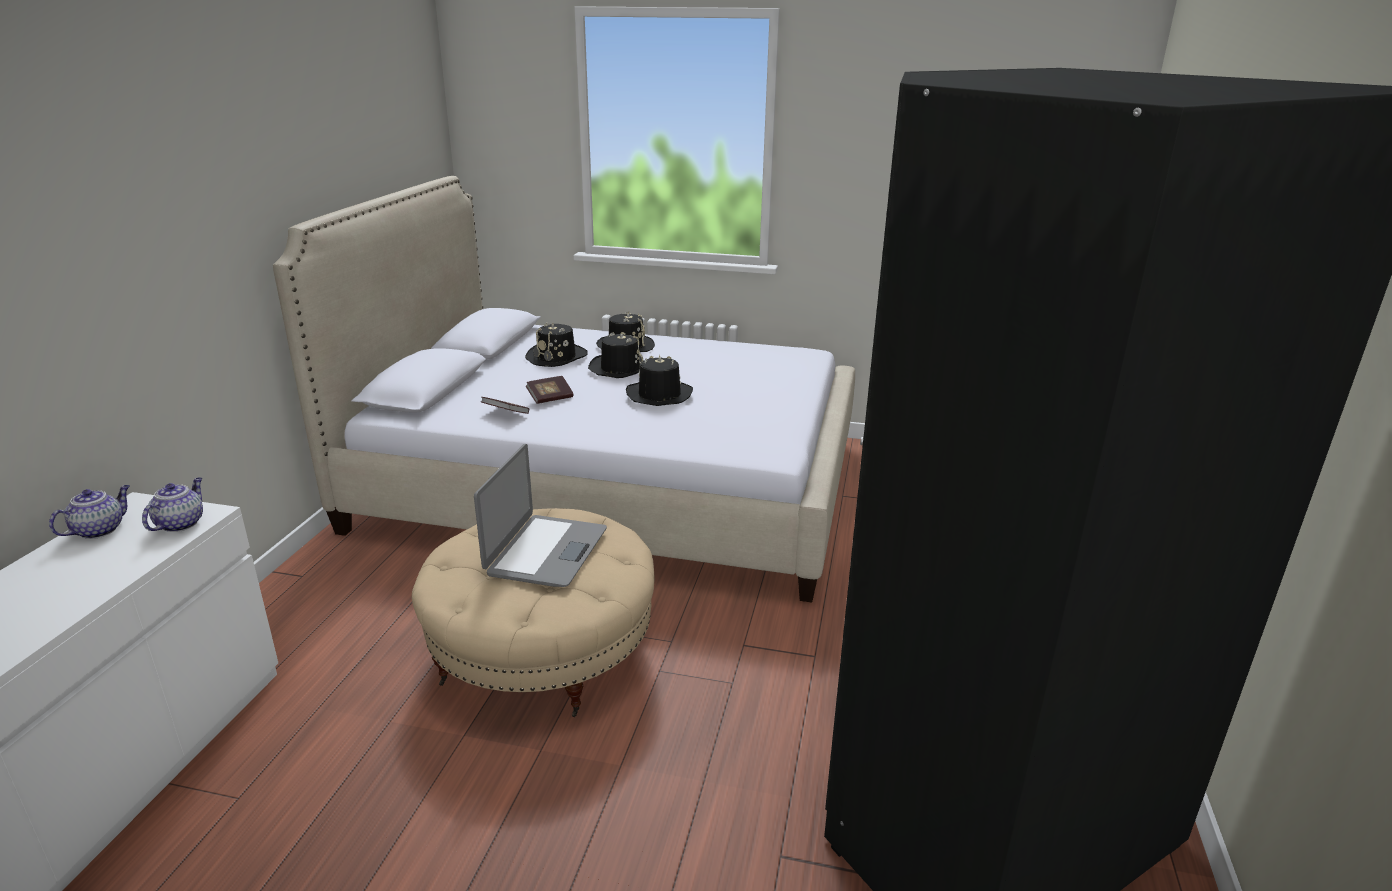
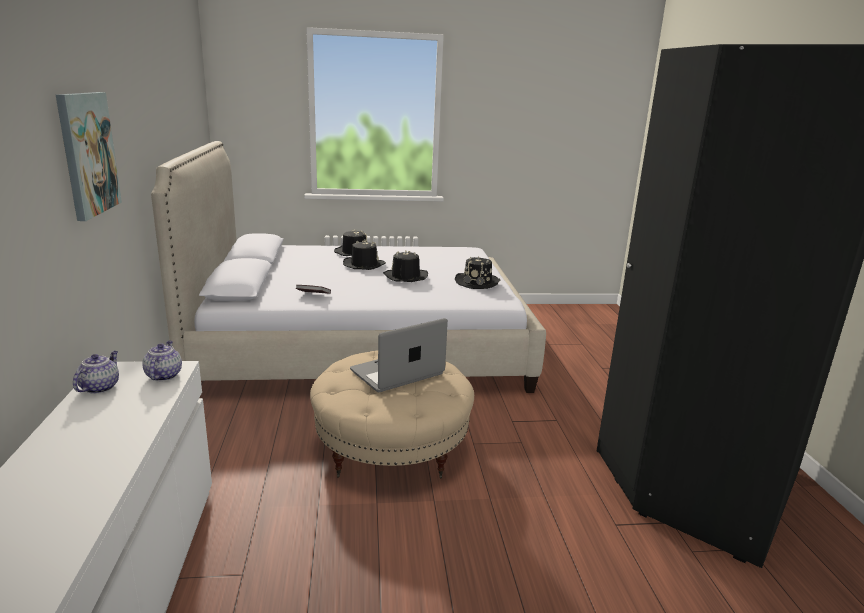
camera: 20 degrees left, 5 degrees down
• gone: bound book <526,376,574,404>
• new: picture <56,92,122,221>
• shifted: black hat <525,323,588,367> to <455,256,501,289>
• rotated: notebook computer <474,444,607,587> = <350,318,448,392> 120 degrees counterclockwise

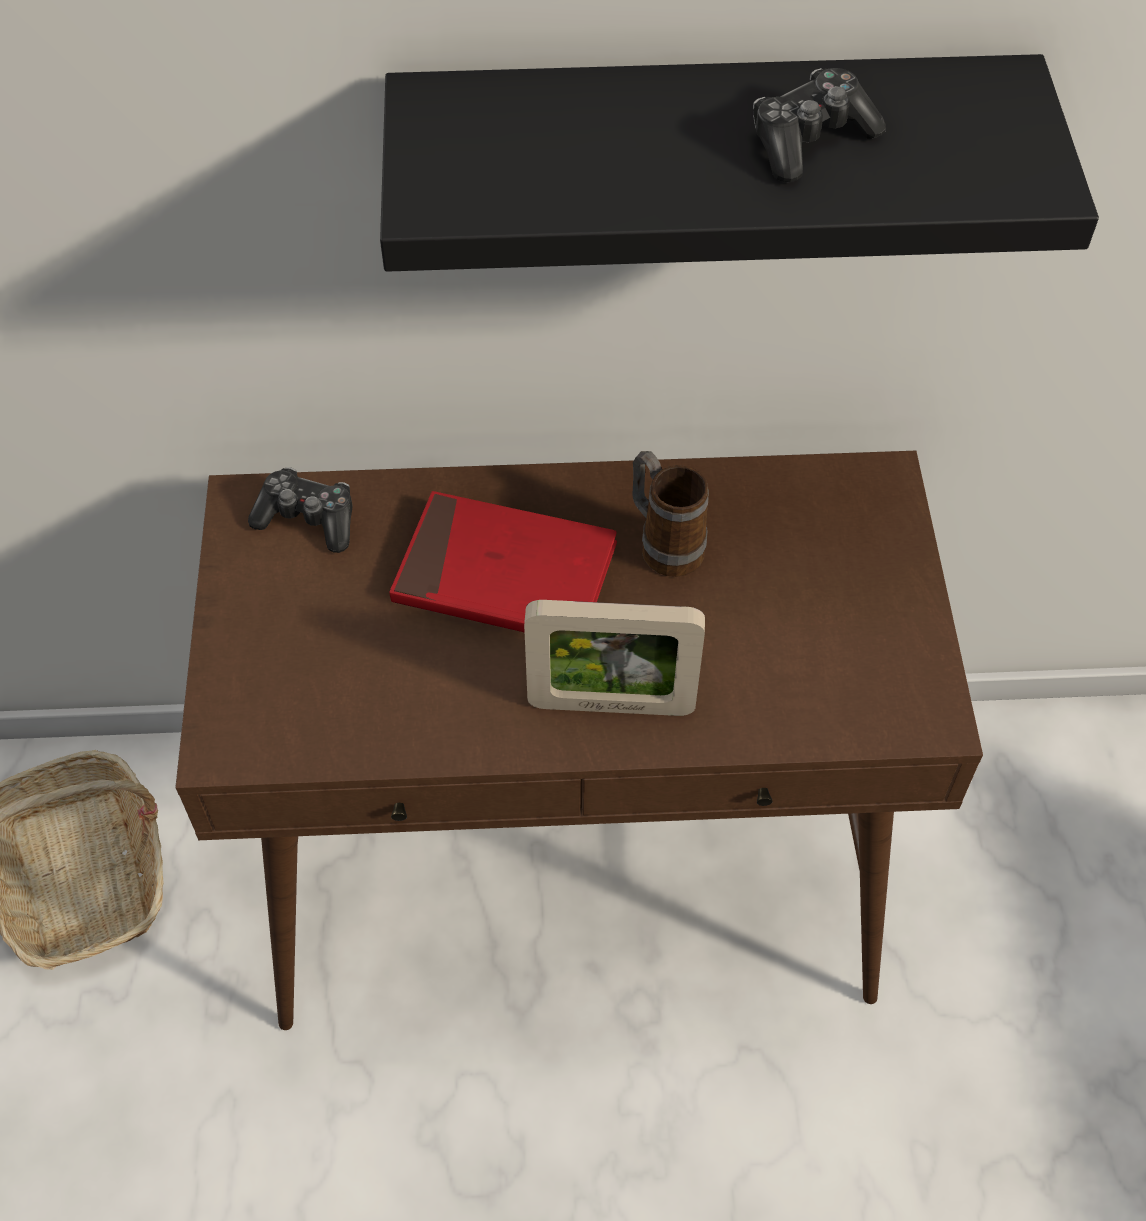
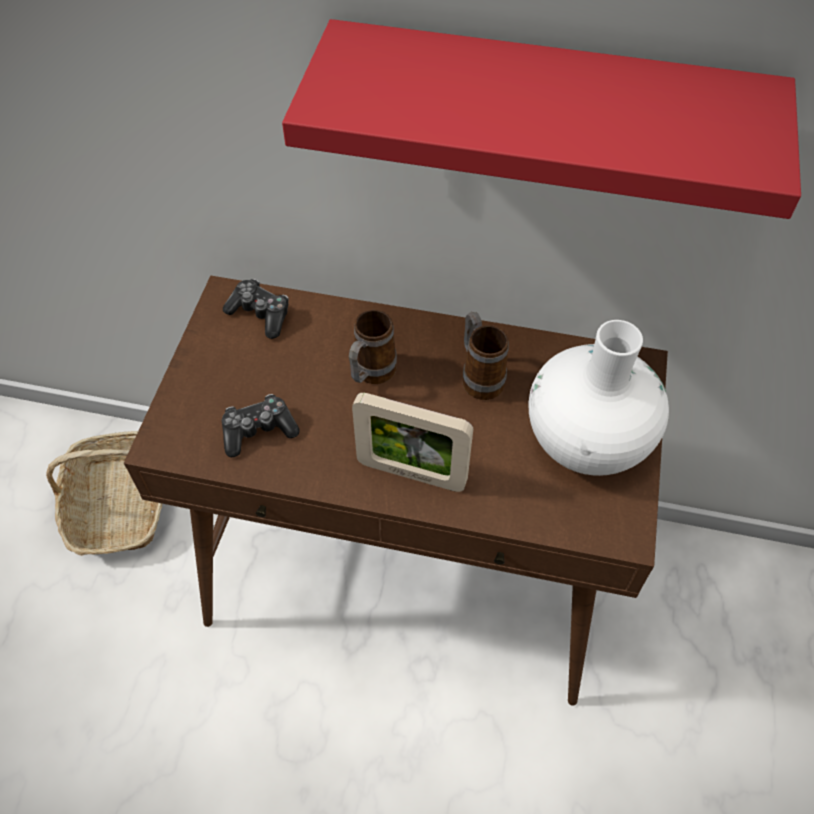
camera: 15 degrees right, 0 degrees up
• new: whitish decorative vase <529,320,669,476>
• shifted: game controller <753,68,886,182> to <222,394,299,458>
• swapped: reddish bound book <389,491,617,633> to mug <349,310,397,384>
• repainted: black wall shelf <380,54,1099,272> to reddish wall shelf <282,19,801,219>

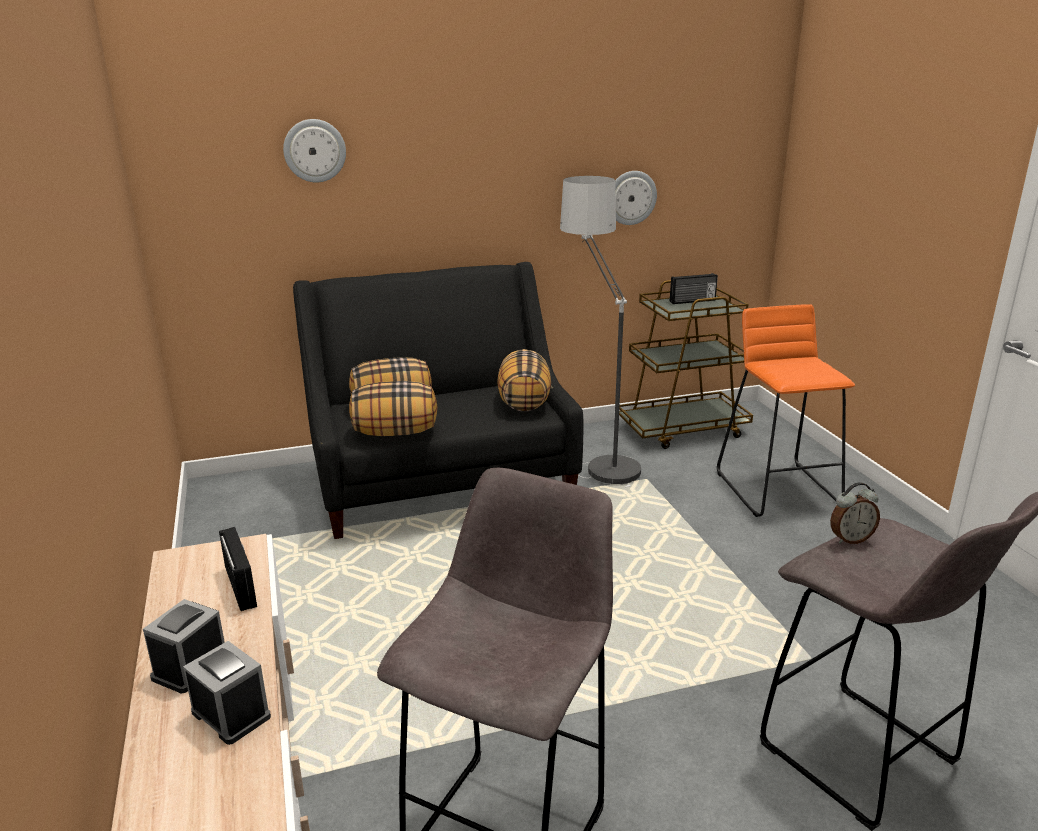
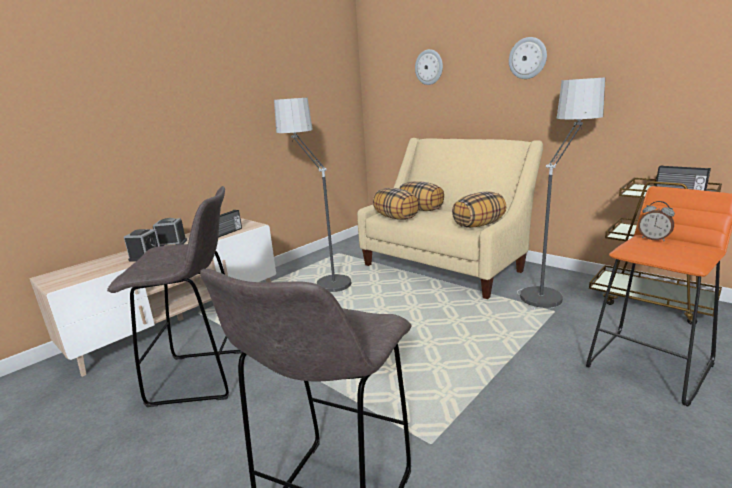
camera: 60 degrees right, 5 degrees down
• new: standing lamp <274,98,351,292>
• shifted: clock on the wall <615,171,657,225> to <509,37,547,79>
• shifted: table clock <830,482,880,544> to <638,201,675,241>
• repainted: black sofa <293,262,583,539> to sand-coloured sofa <357,138,543,299>

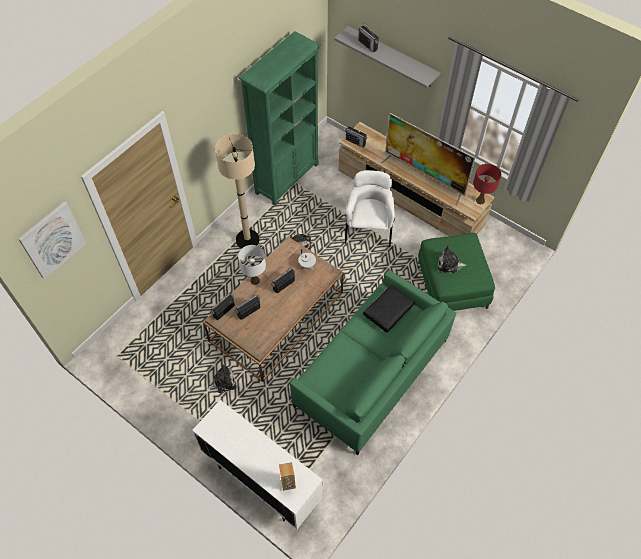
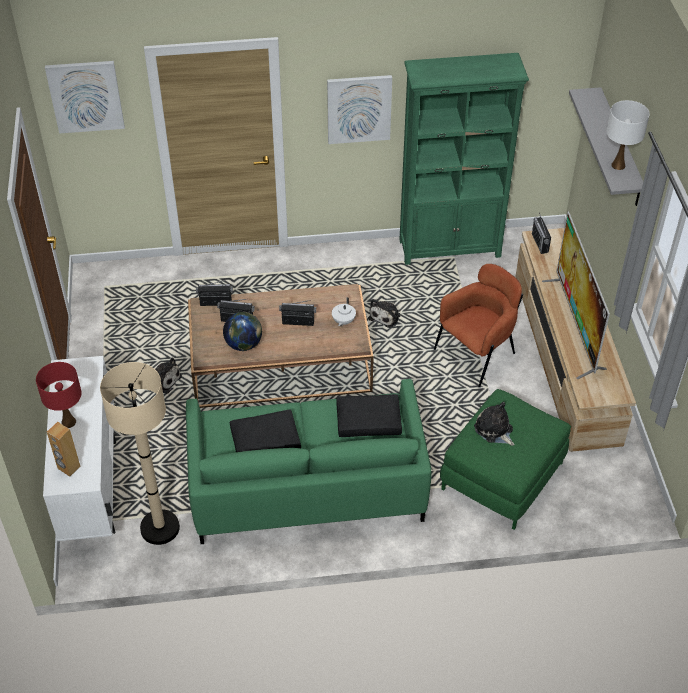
camera: 45 degrees right, 10 degrees down
• gone: radio set <358,25,379,53>
• new: desk globe <223,312,262,351>
• new: black throw pillow <230,409,301,452>
• new: picture <327,75,392,144>
• shifted: sand-coloured standing lamp <215,134,259,249> to <100,362,180,545>
• shifted: whitish lamp for a table <238,245,266,285> to <606,100,650,170>
• shifted: reddish lamp for a table <473,164,501,204> to <36,362,82,428>
• repainted: whitish armchair <345,170,395,247> to brown-coloured armchair <434,264,523,388>

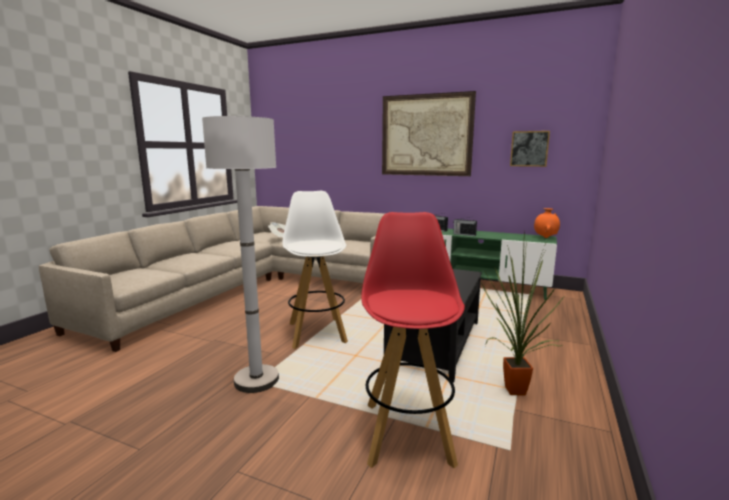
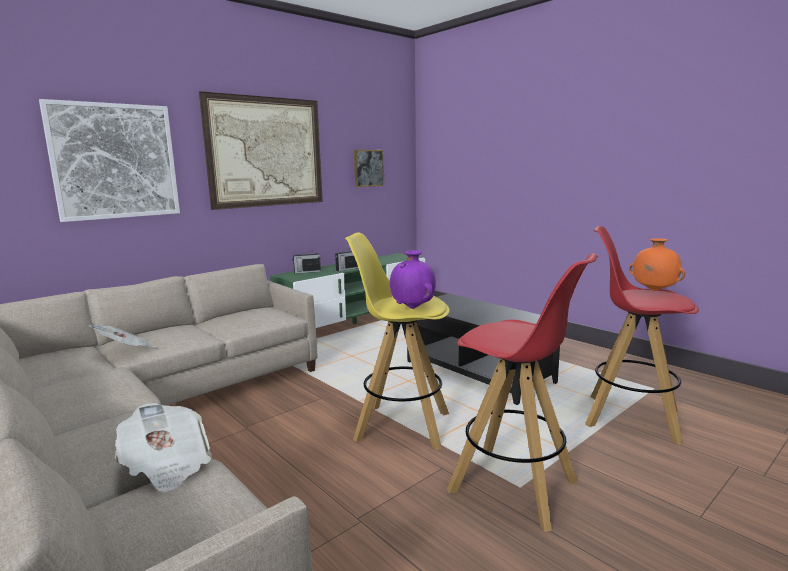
camera: 65 degrees left, 0 degrees up
• gone: houseplant <481,231,564,396>
• new: picture <39,99,180,222>
• new: printed paper <115,403,211,492>
• new: purple-coloured decorative vase <390,250,436,309>
• shifted: orangey decorative vase <534,208,560,238> to <629,238,685,291>
• swapped: whitish standing lamp <202,116,279,393> to reddish stool seat <447,253,598,532>
• repainted: whitish stool seat <282,191,348,349> to yellowish stool seat <345,233,450,450>

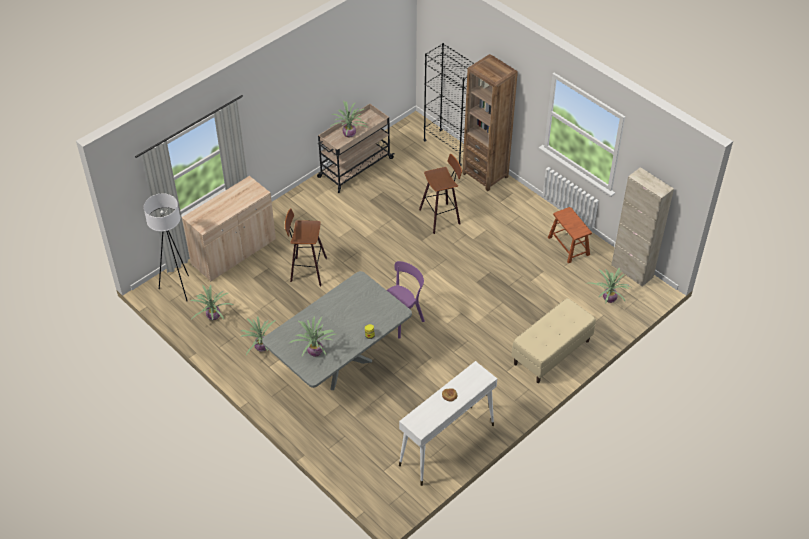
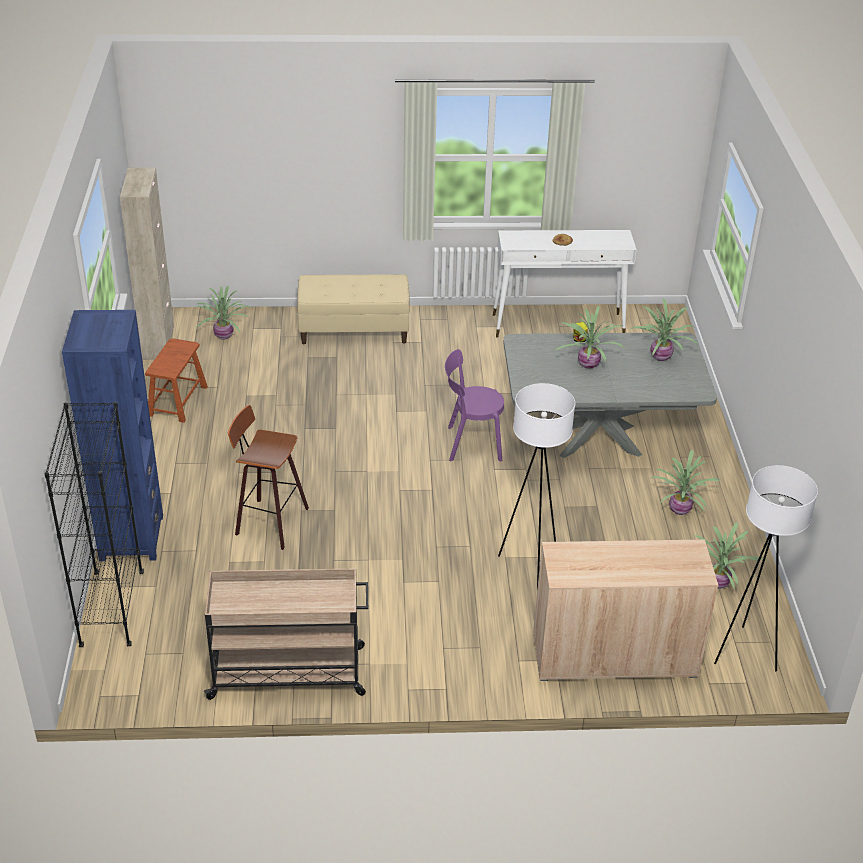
camera: 140 degrees left, 10 degrees down
• shifted: houseplant <330,100,368,138> to <555,306,626,369>
• swapped: stool seat <285,209,327,286> to whitish standing lamp <498,383,575,588>
• repainted: brown-coloured bookcase <462,54,518,191> to blue-coloured bookcase <62,310,163,561>

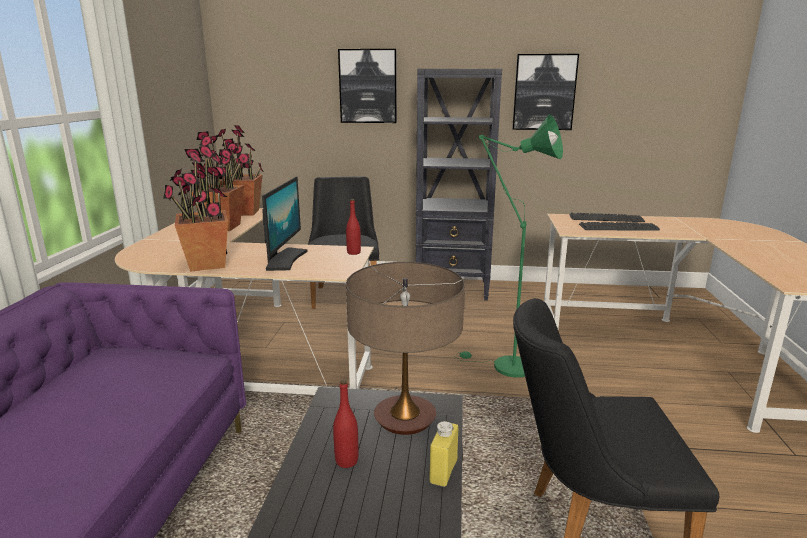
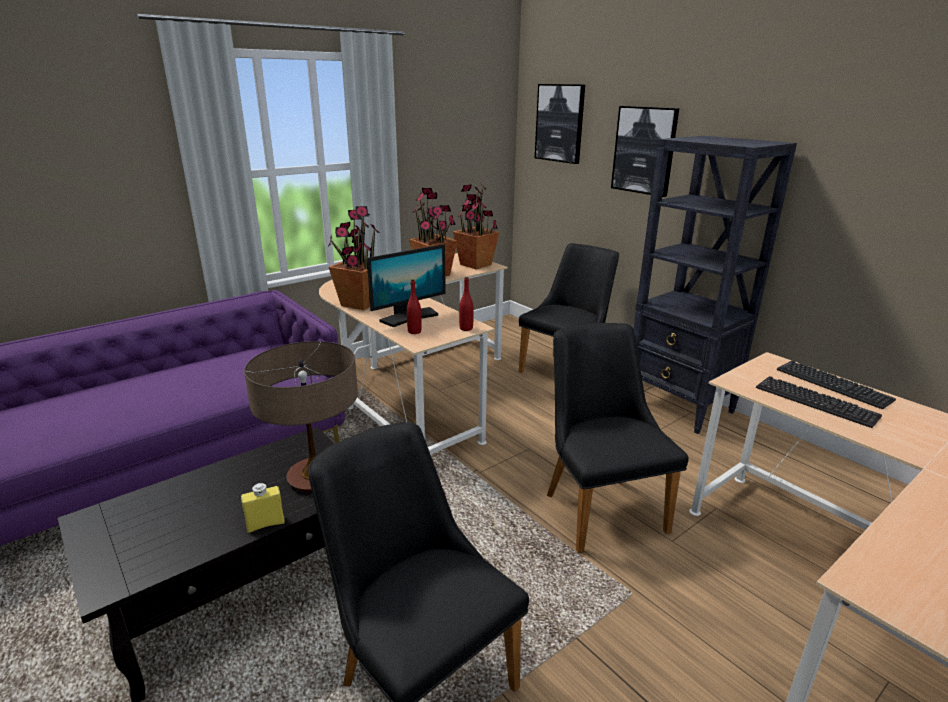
camera: 45 degrees right, 5 degrees up
• shifted: reddish bottle <333,380,358,468> to <407,279,422,334>
• shifted: picture <512,54,579,130> to <535,84,585,164>
• swapped: greenish standing lamp <455,114,563,377> to black chair <547,323,689,553>

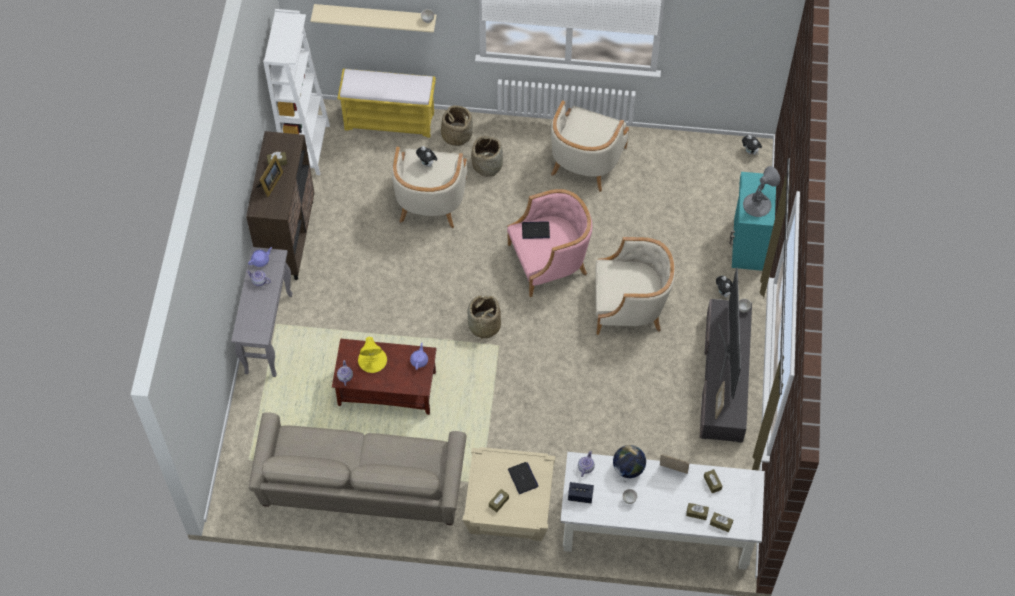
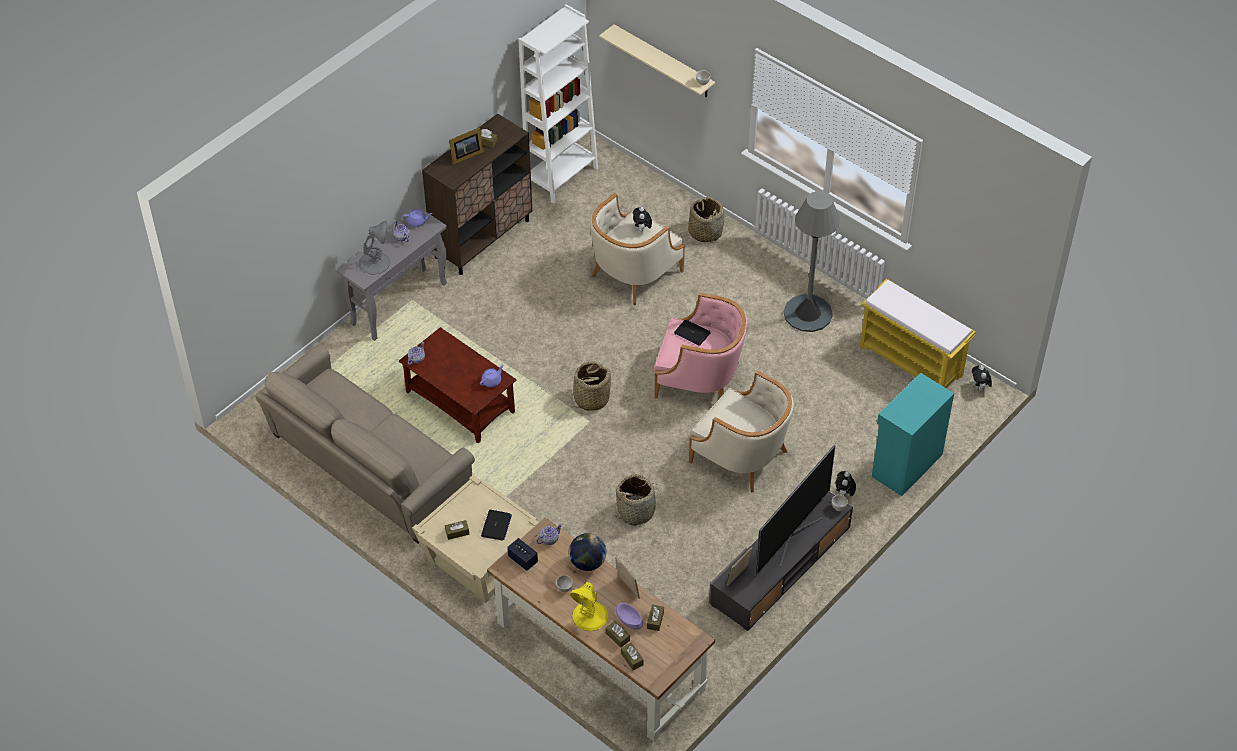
camera: 35 degrees right, 10 degrees down
• new: purple-coloured bowl <616,603,643,630>
• shifted: yellowish indoor bench <337,69,436,138> to <859,279,976,388>
• shifted: yellowish lamp for a table <358,337,387,373> to <570,582,608,631>
• shifted: basket <471,136,503,177> to <616,474,660,526>
• shifted: greyish lamp for a table <743,166,780,217> to <359,221,390,275>
• swapped: sand-coloured armchair <551,100,629,192> to greyish standing lamp <784,191,840,332>
• repainted: whitish desk table <560,452,765,570> to brown-coloured desk table <487,517,715,742>

